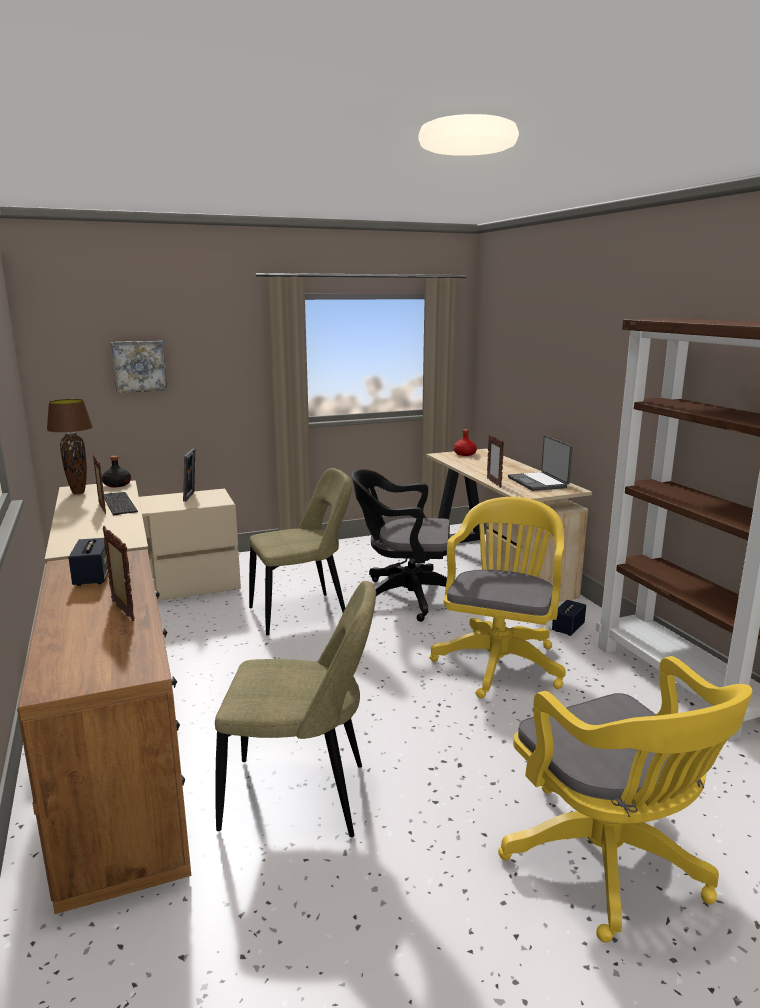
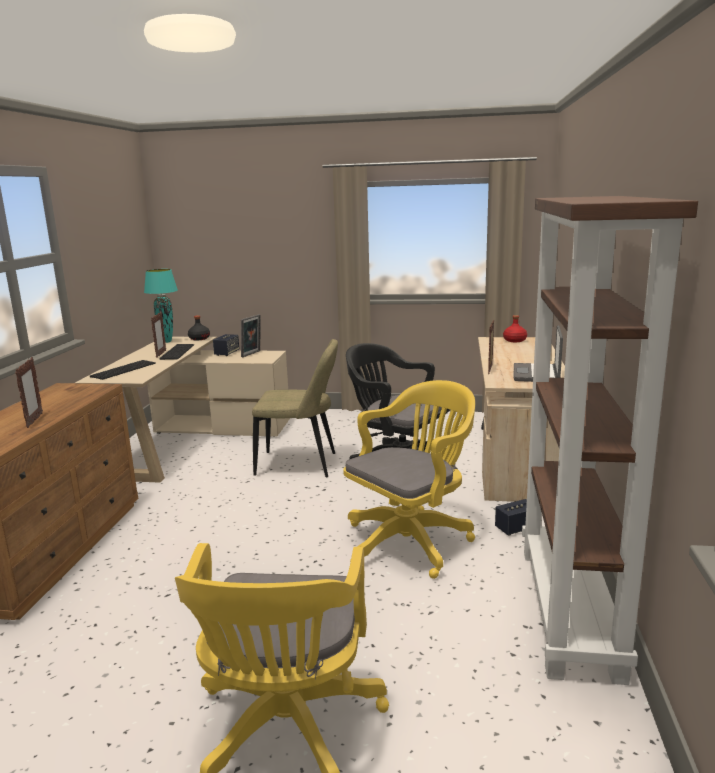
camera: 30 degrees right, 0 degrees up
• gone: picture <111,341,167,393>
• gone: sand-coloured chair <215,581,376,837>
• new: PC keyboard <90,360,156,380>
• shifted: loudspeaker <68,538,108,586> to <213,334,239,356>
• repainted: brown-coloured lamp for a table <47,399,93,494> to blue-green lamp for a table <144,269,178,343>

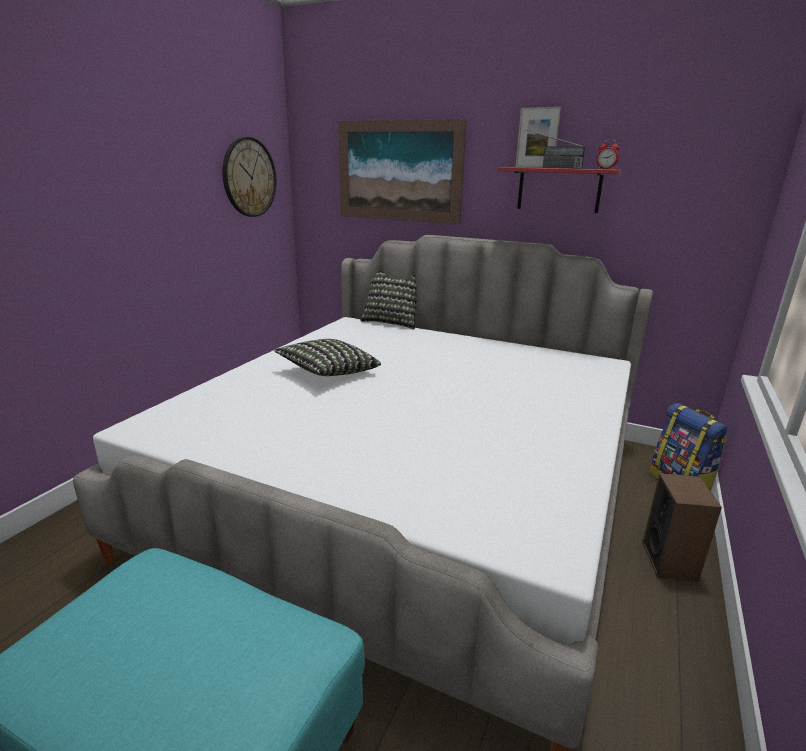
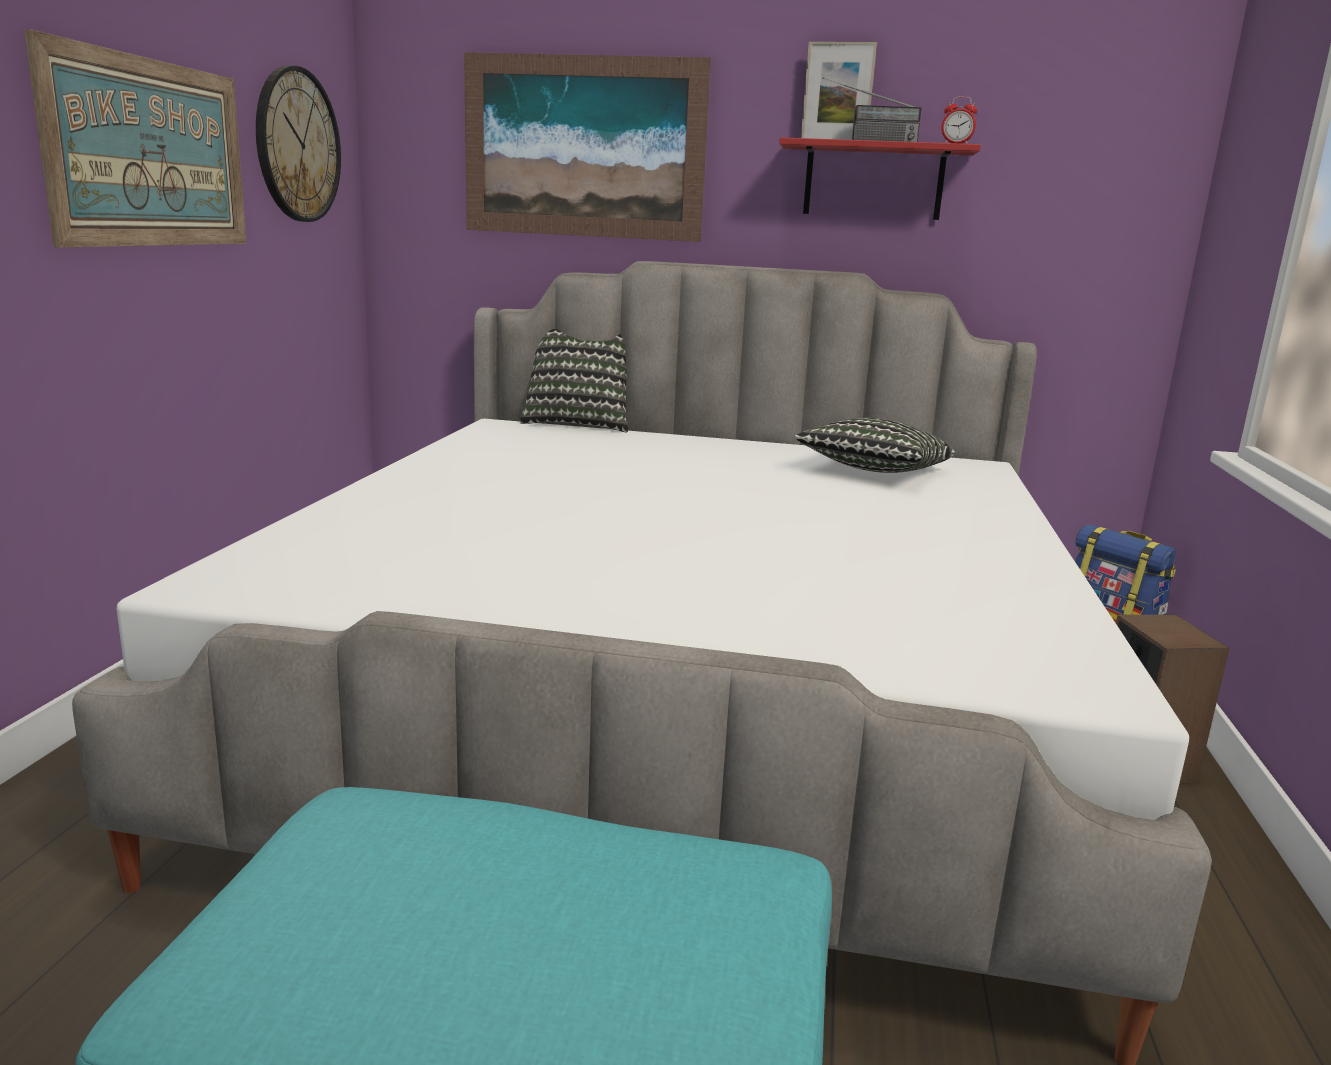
camera: 15 degrees left, 5 degrees down
• new: picture <24,30,247,248>
• shifted: throw pillow <274,339,381,376> to <794,418,955,473>

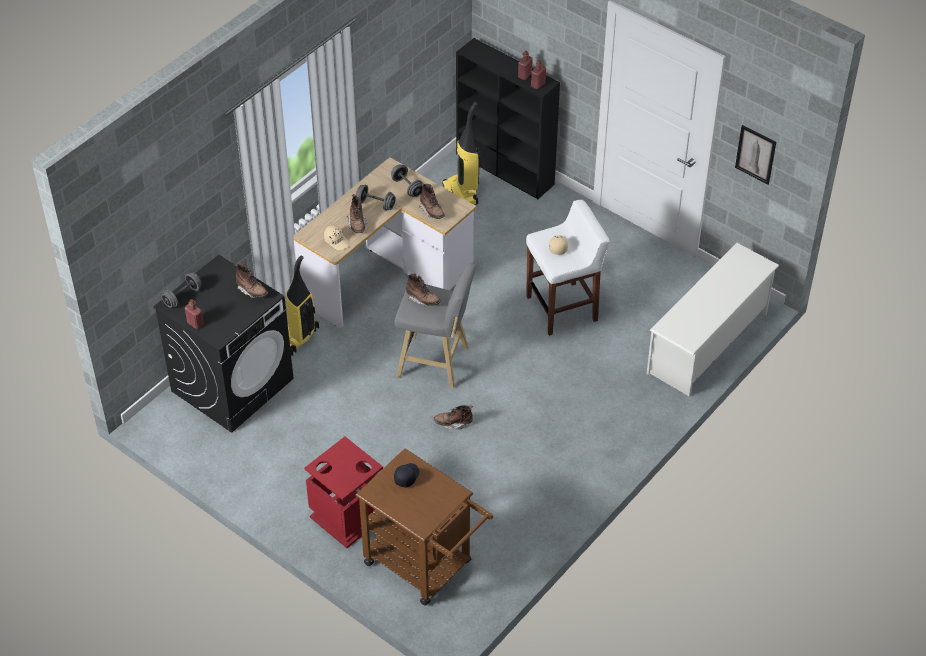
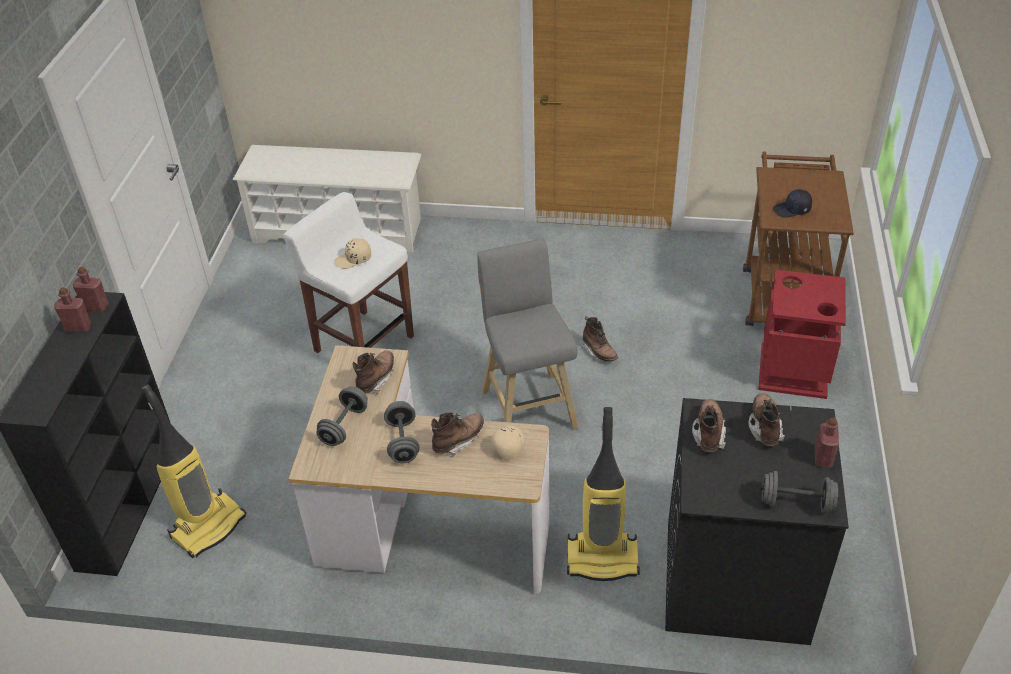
camera: 120 degrees left, 5 degrees down
• gone: picture <735,125,776,184>
• shifted: brown-coloured high-top boot <406,274,441,307> to <748,393,785,446>

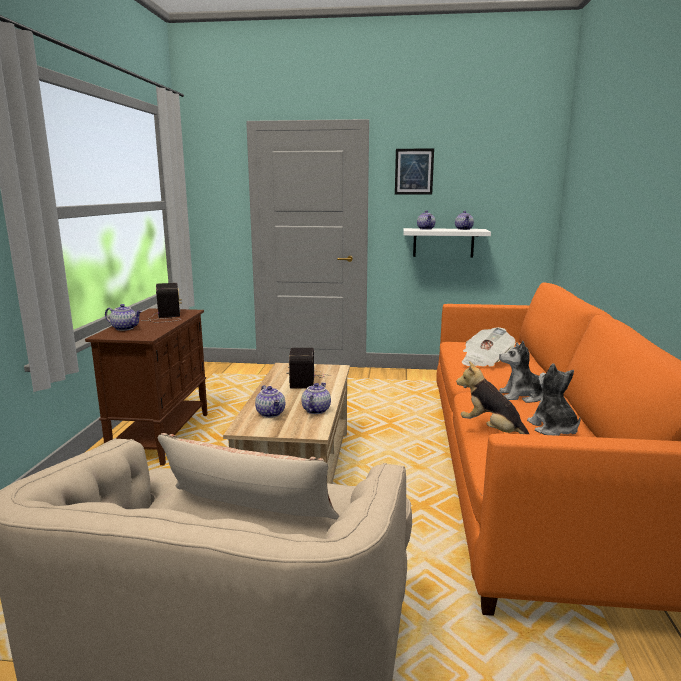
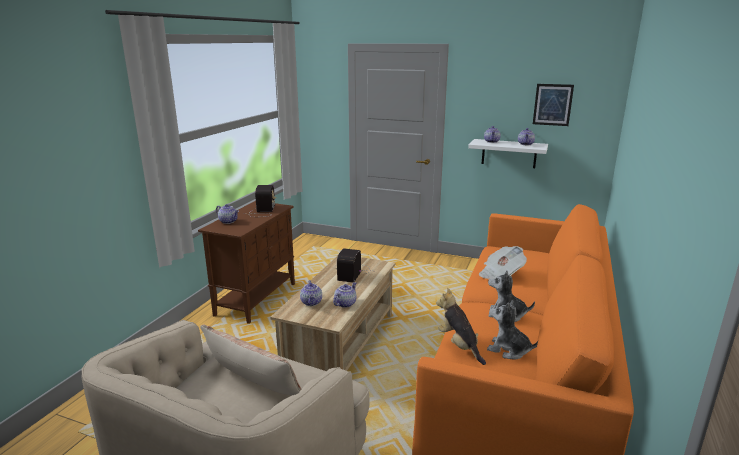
camera: 15 degrees right, 5 degrees up
• shifted: picture <395,148,434,194> to <533,84,574,126>
• rotated: plush toy <527,363,581,436> = <487,300,538,360> 60 degrees counterclockwise

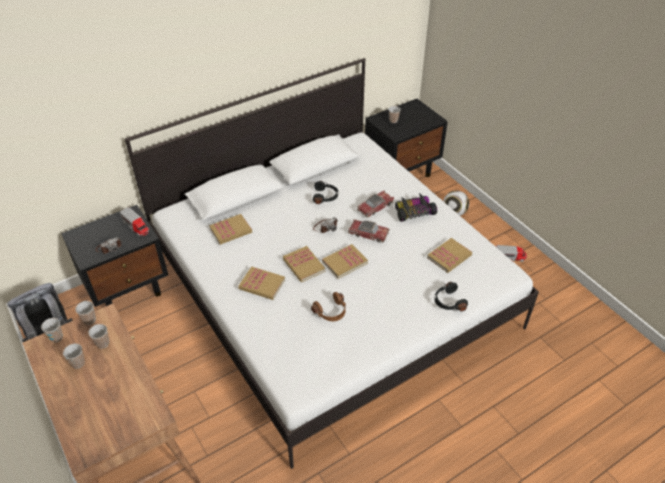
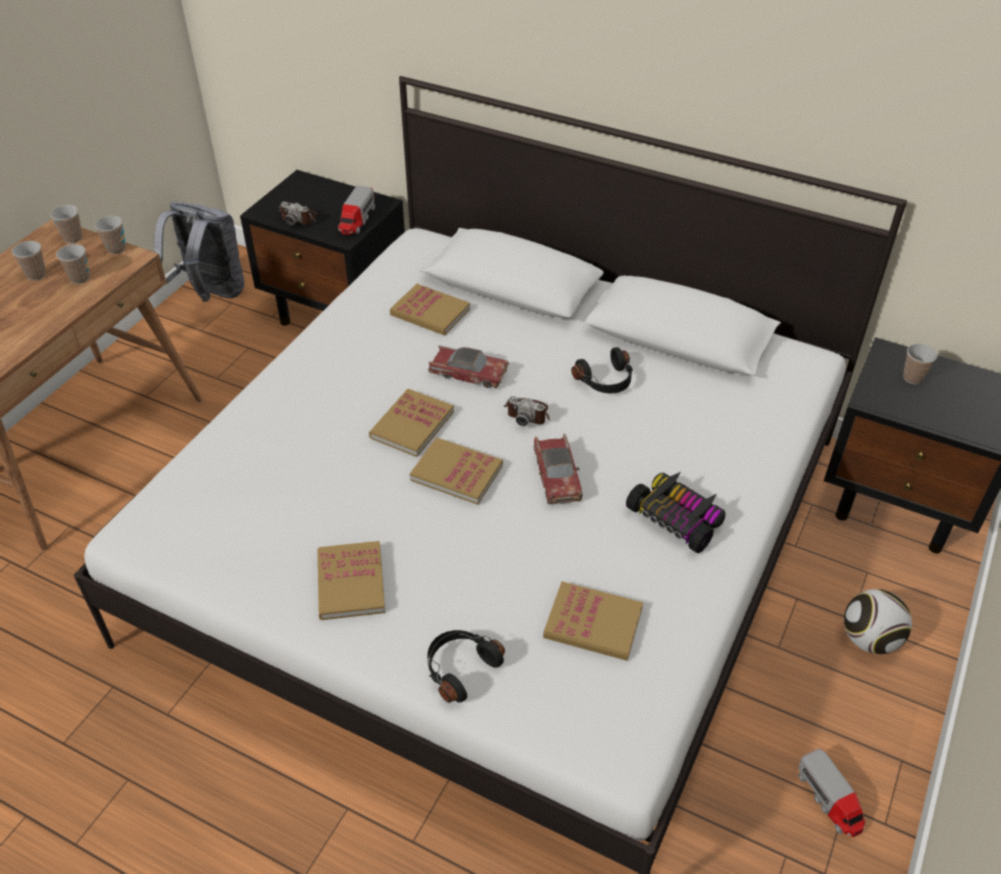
camera: 60 degrees right, 0 degrees up
• gone: brown-coloured pair of headphones <311,292,346,321>
• shifted: bound book <238,266,285,300> to <317,541,385,620>
• shifted: miniature car <357,191,394,218> to <428,345,509,388>

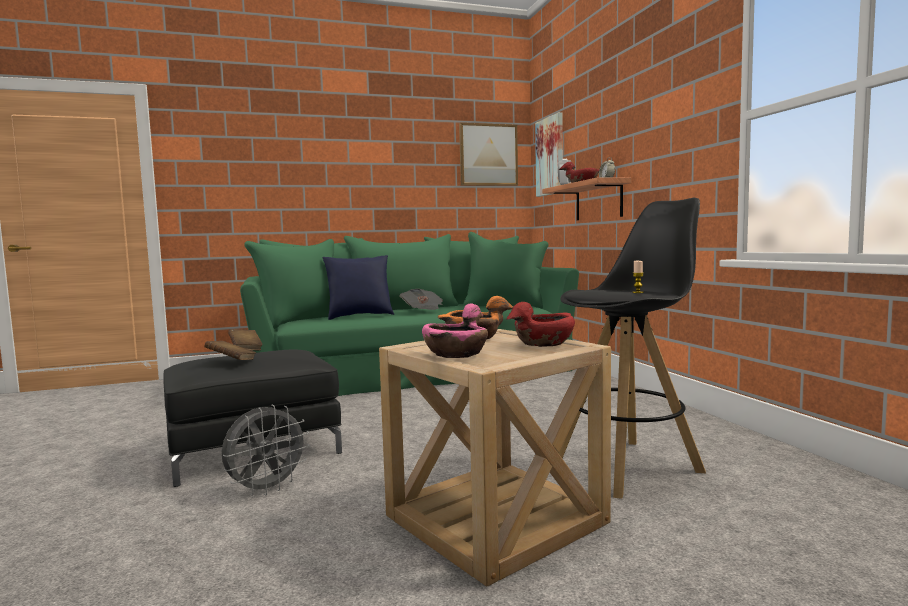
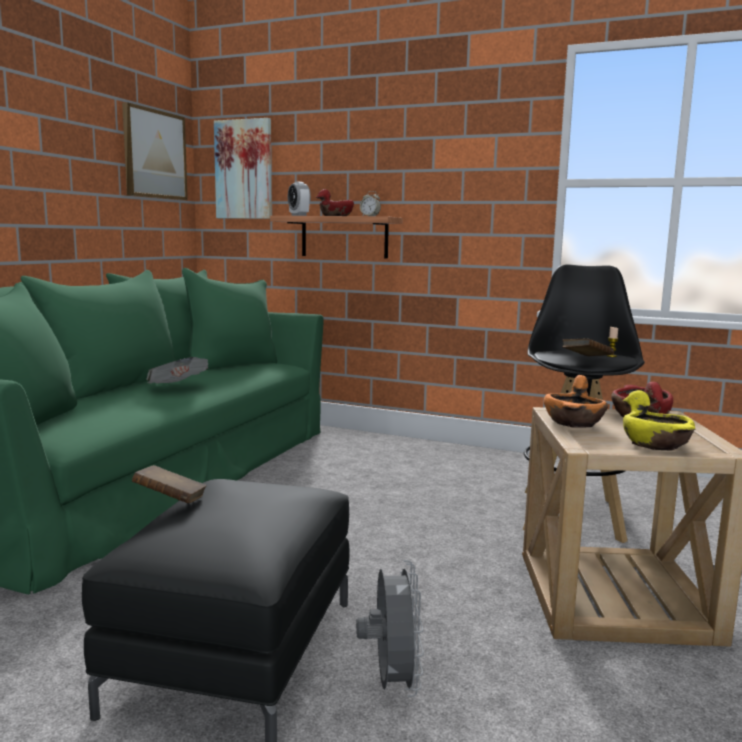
camera: 50 degrees left, 5 degrees up
• gone: blue-coloured throw pillow <322,255,394,320>
• shifted: brown-coloured bound book <204,341,256,360> to <562,338,614,356>
• repainted: pinkish bowl <422,303,488,358> to yellowish bowl <623,390,695,451>

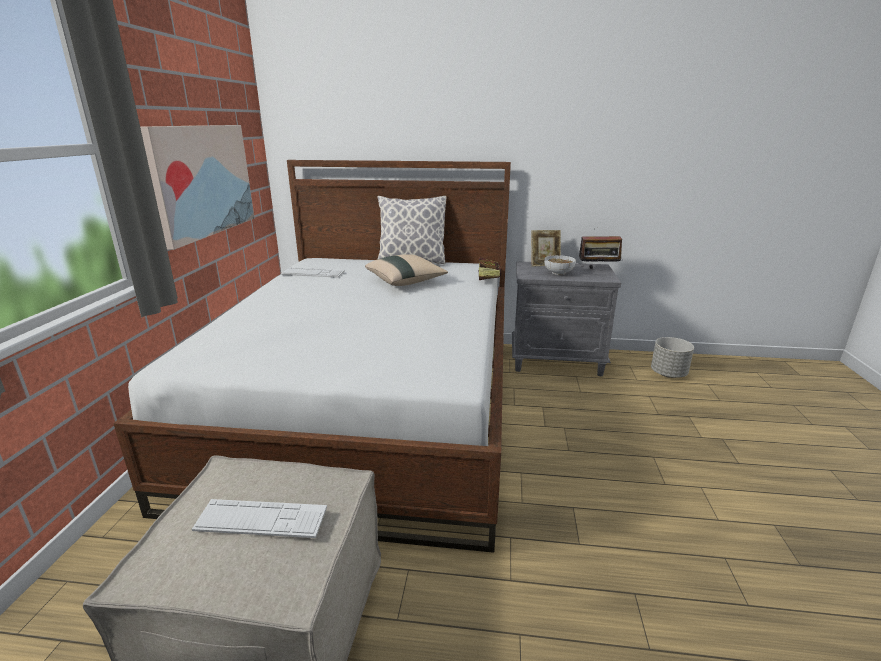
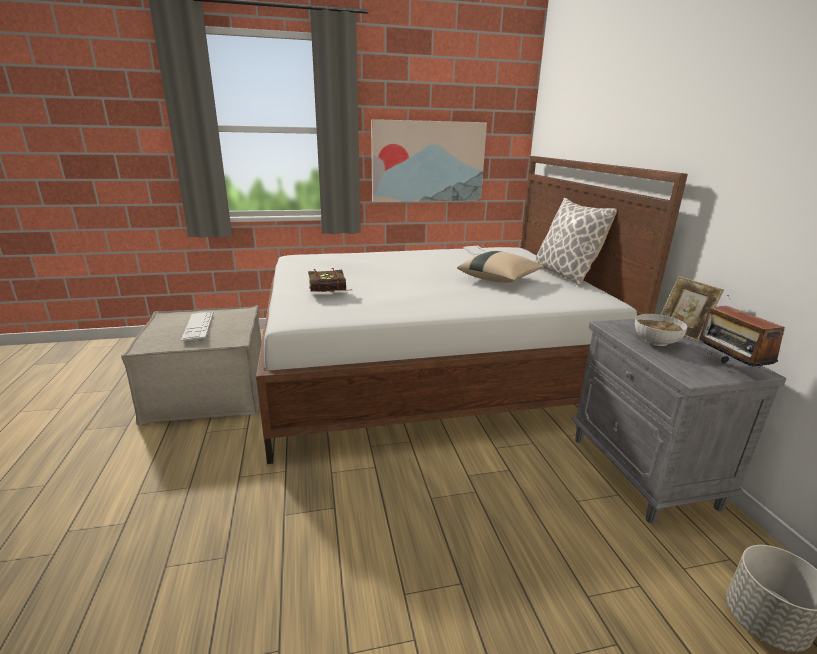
camera: 70 degrees right, 0 degrees up
• shifted: bound book <478,257,502,280> to <308,268,353,292>

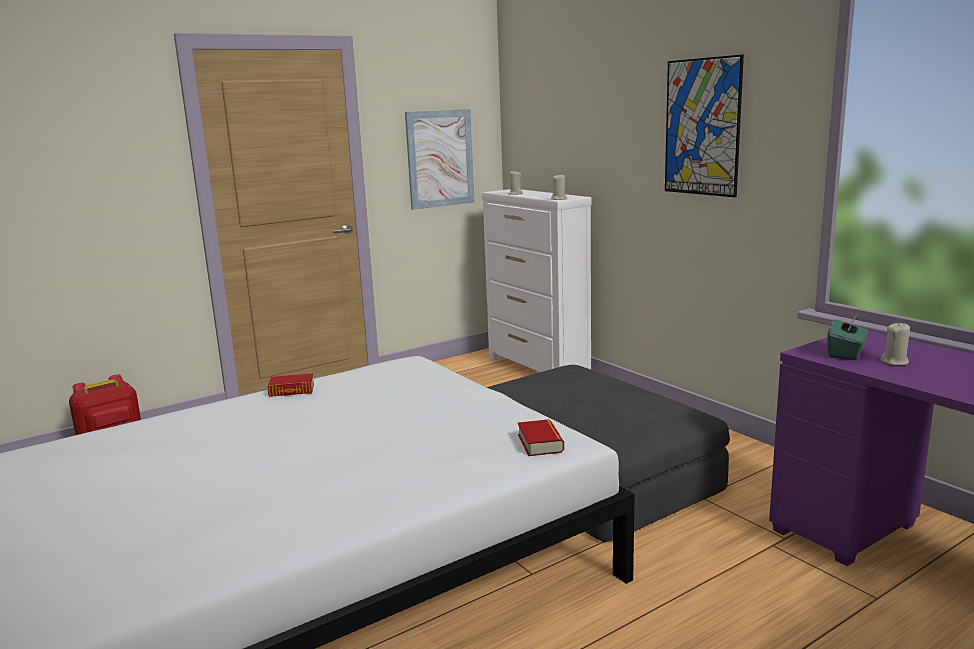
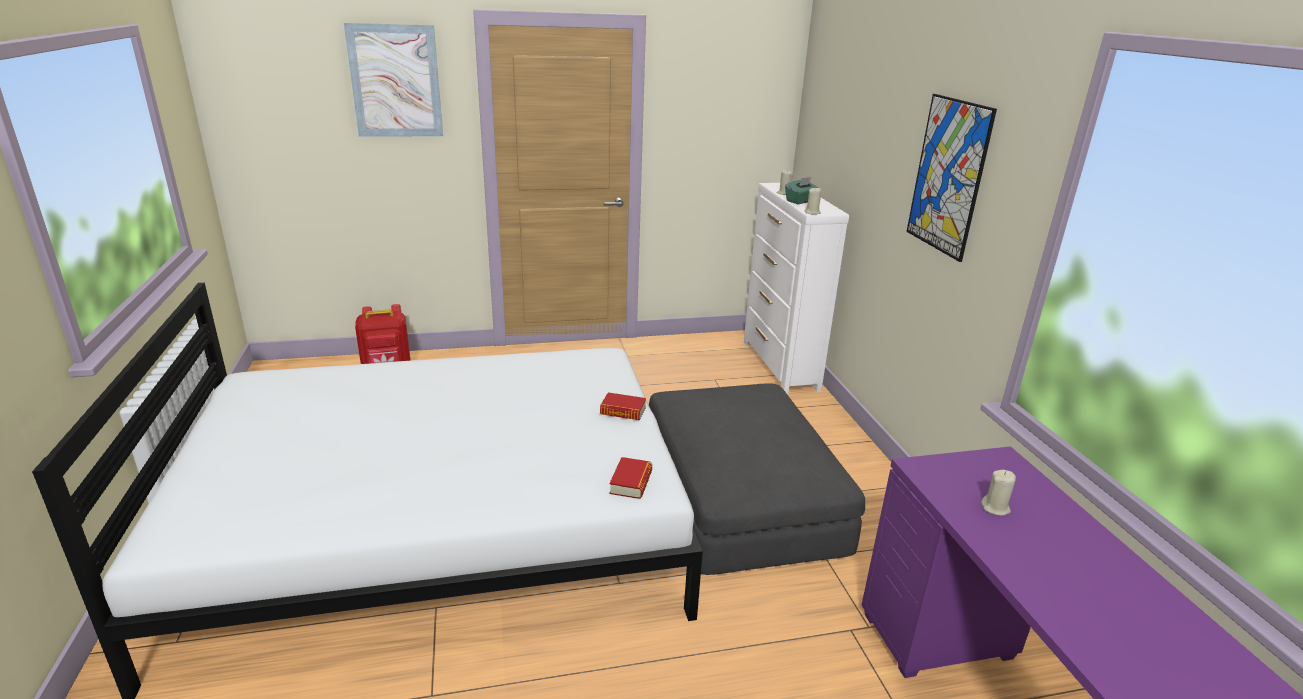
camera: 20 degrees right, 10 degrees up
• shifted: bound book <268,373,314,397> to <600,392,646,420>
• shifted: picture <405,109,475,210> to <344,23,443,137>
• shifted: greenish box of tissues <827,315,868,360> to <785,177,818,204>

